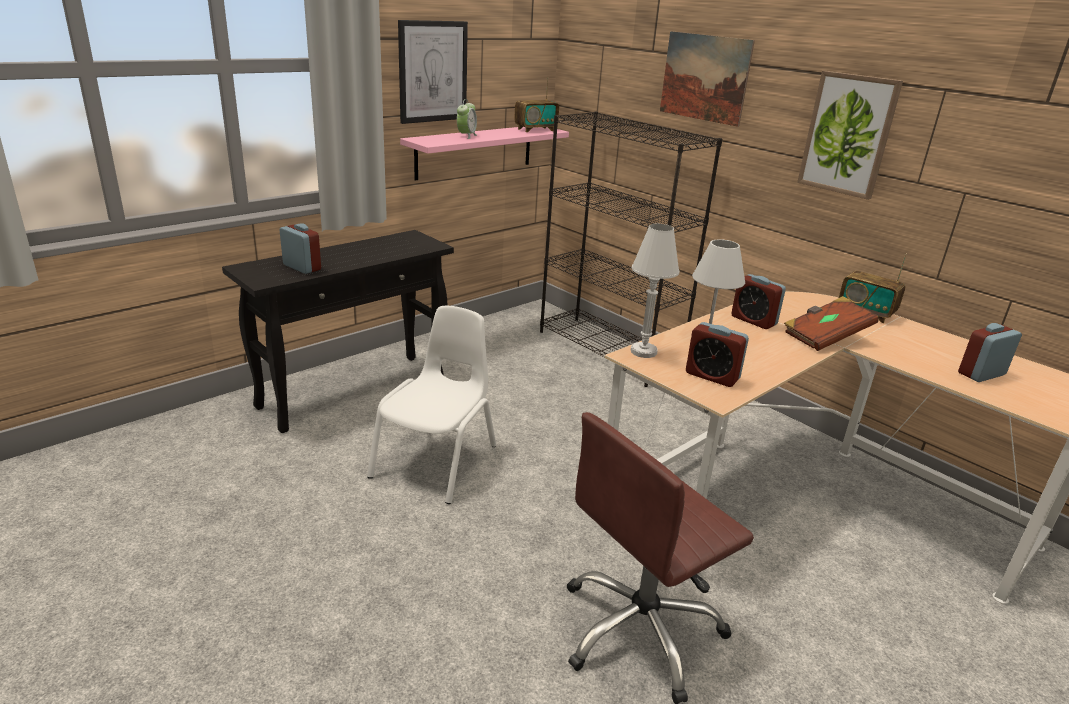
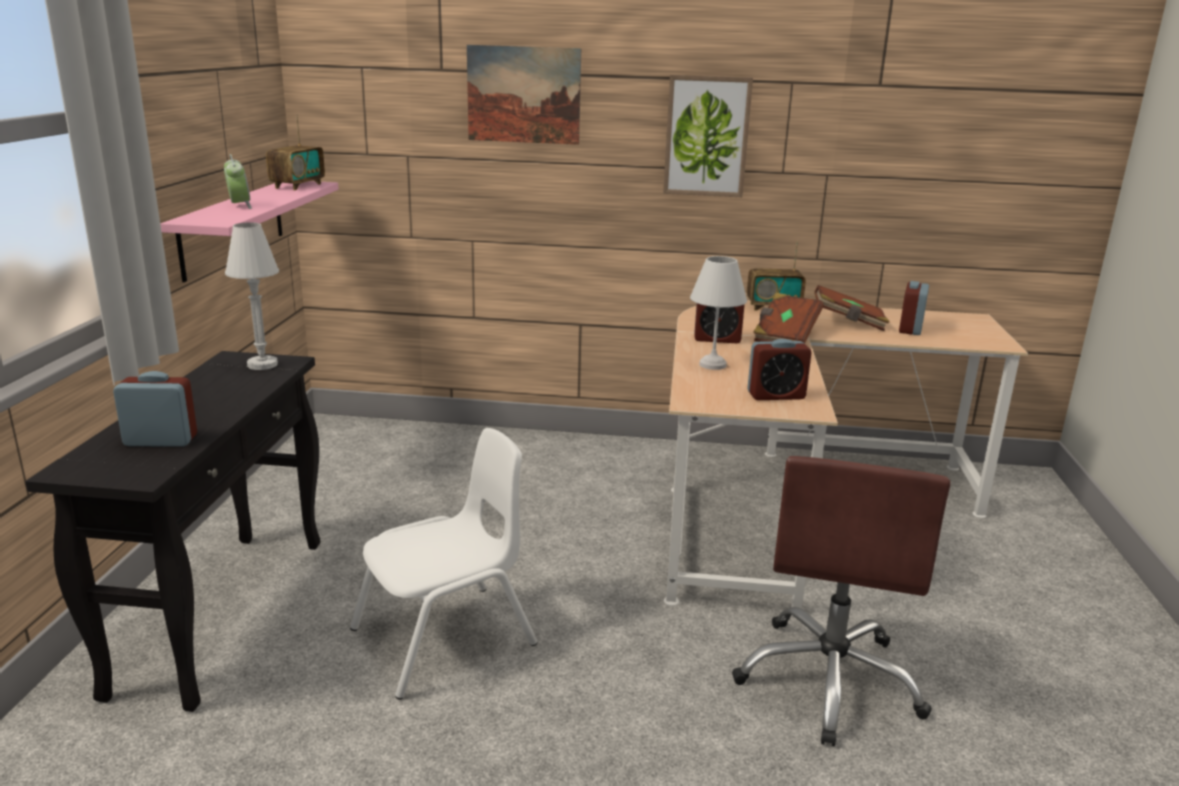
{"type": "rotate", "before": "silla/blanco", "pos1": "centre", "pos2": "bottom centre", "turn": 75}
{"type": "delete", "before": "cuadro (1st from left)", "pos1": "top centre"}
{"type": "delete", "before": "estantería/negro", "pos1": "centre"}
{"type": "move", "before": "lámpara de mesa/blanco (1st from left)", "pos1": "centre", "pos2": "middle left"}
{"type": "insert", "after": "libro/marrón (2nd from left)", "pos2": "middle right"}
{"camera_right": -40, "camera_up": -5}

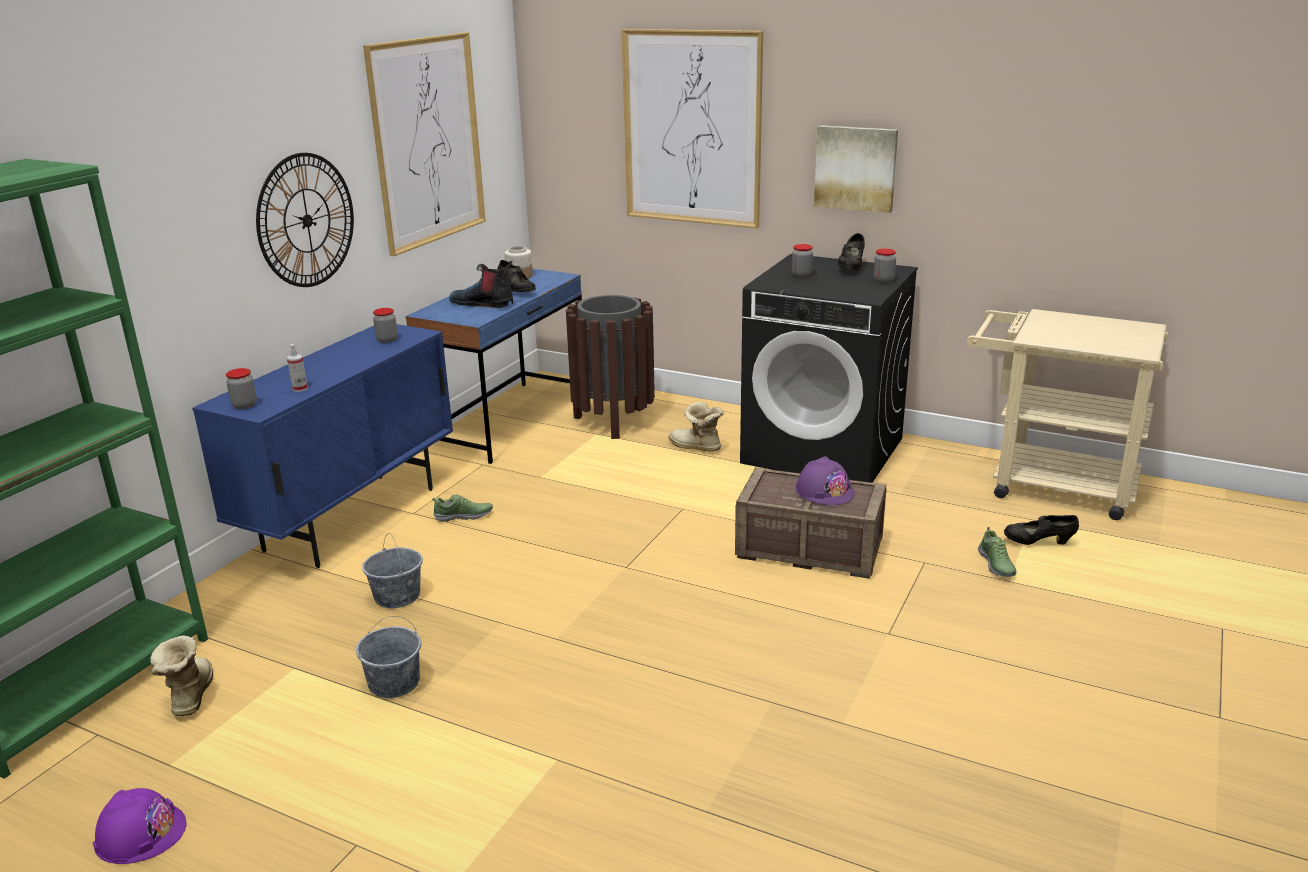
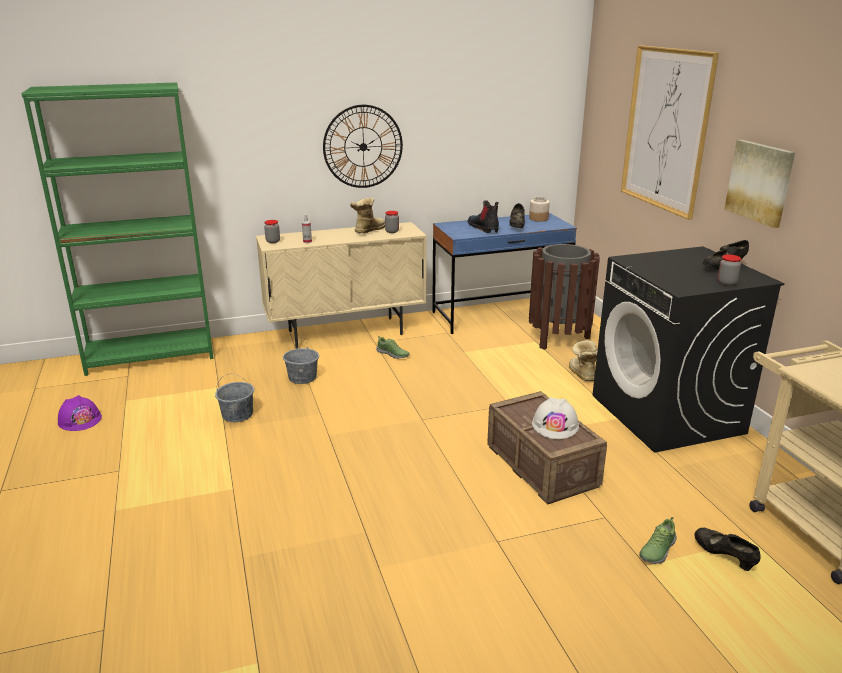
{"type": "move", "before": "bota (1st from left)", "pos1": "bottom left", "pos2": "top centre"}
{"type": "recolor", "before": "armario/azul", "after": "armario/beis", "pos1": "middle left", "pos2": "centre"}
{"type": "delete", "before": "cuadro (1st from left)", "pos1": "top left"}
{"type": "delete", "before": "tarro (4th from left)", "pos1": "top centre"}
{"type": "recolor", "before": "casco/morado (2nd from left)", "after": "casco/blanco", "pos1": "centre", "pos2": "centre"}
{"camera_right": 45, "camera_up": 0}

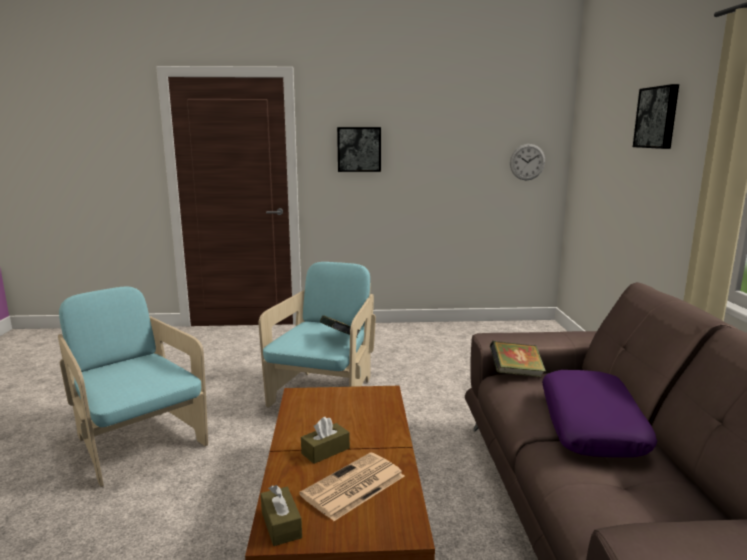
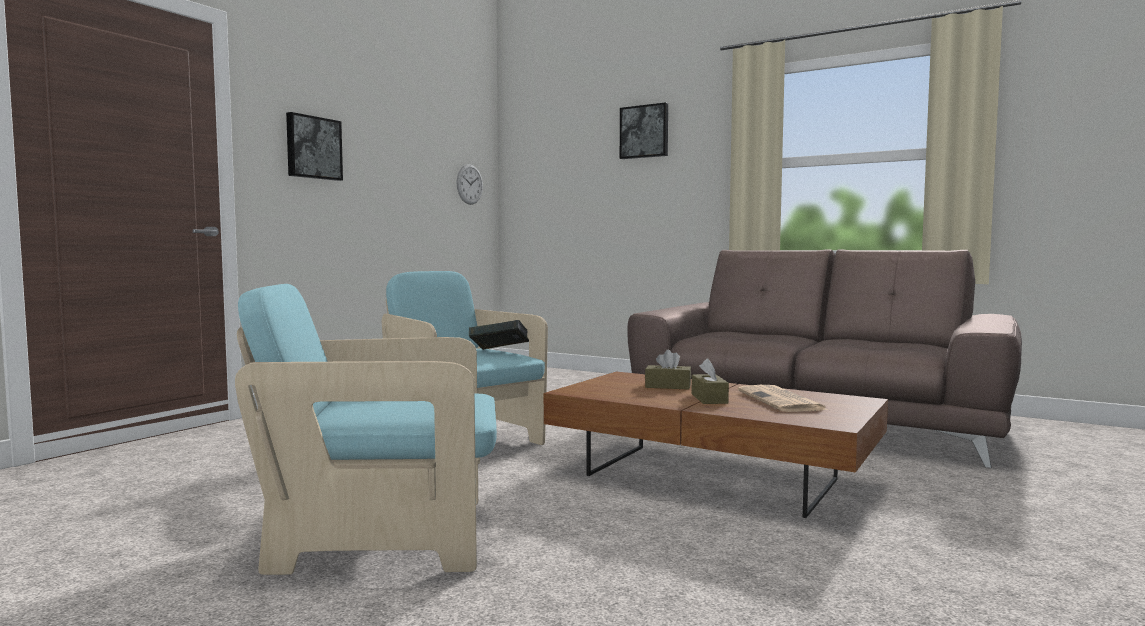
{"type": "move", "before": "caja de pañuelos/marrón (1st from left)", "pos1": "bottom centre", "pos2": "centre"}
{"type": "delete", "before": "libro (2nd from left)", "pos1": "middle right"}
{"type": "delete", "before": "cojín/morado", "pos1": "bottom right"}
{"camera_right": -55, "camera_up": -10}

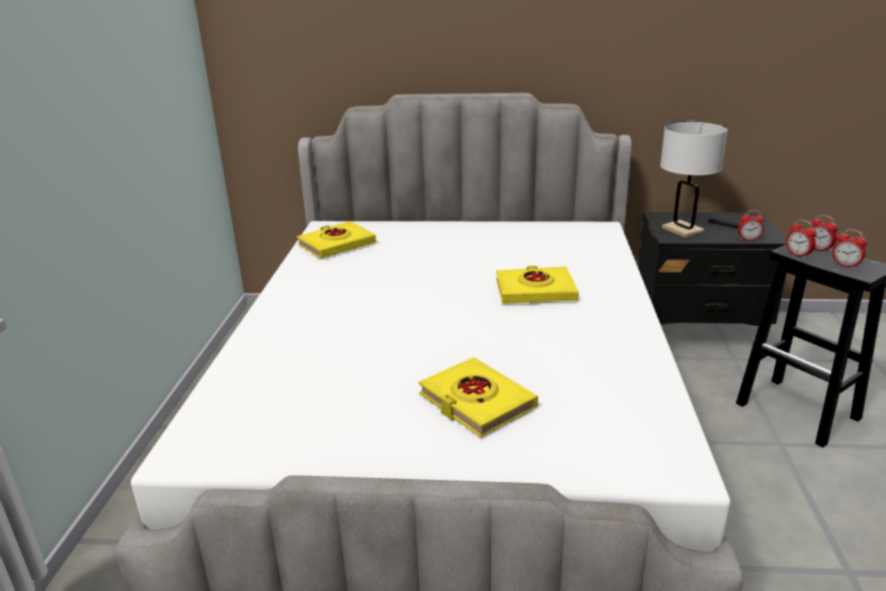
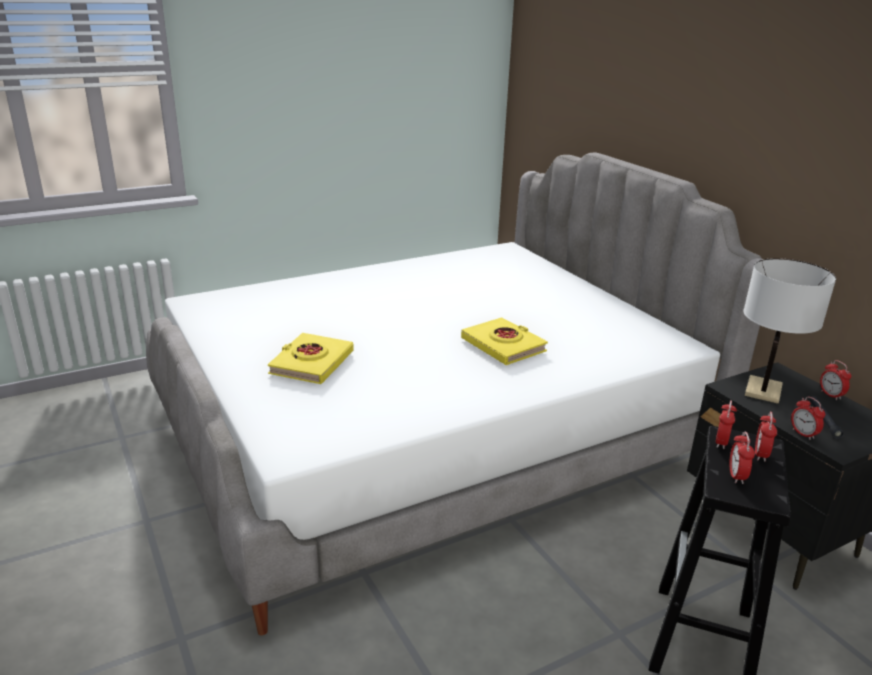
{"type": "delete", "before": "libro/amarillo (1st from left)", "pos1": "centre"}
{"type": "insert", "after": "despertador (5th from left)", "pos2": "middle right"}
{"camera_right": 55, "camera_up": 0}

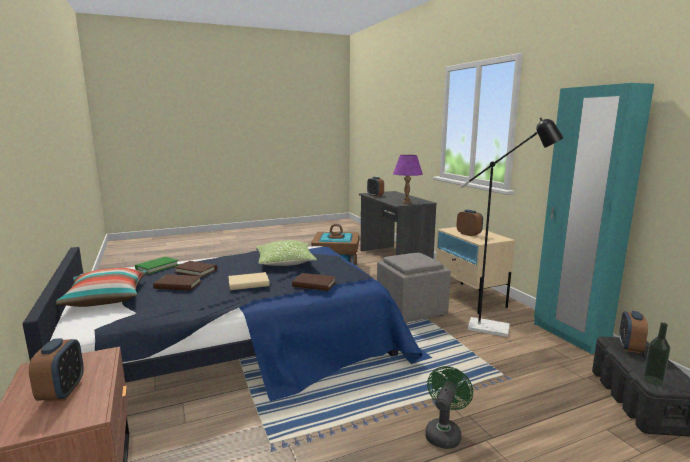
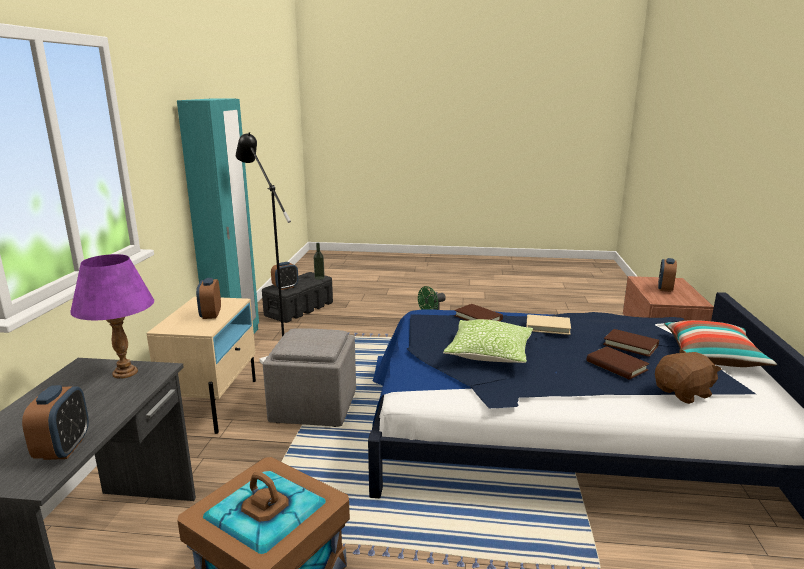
{"type": "replace", "before": "libro/verde", "after": "peluche/marrón", "pos1": "middle left", "pos2": "middle right"}
{"camera_right": -150, "camera_up": 5}

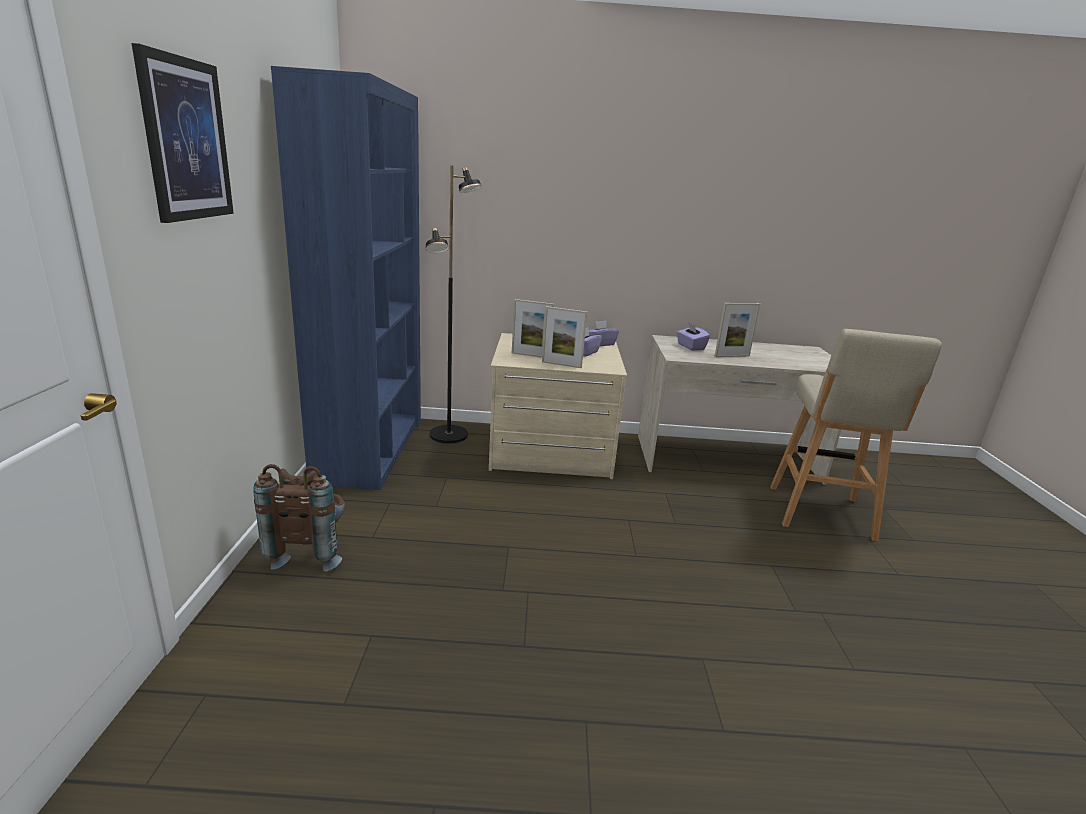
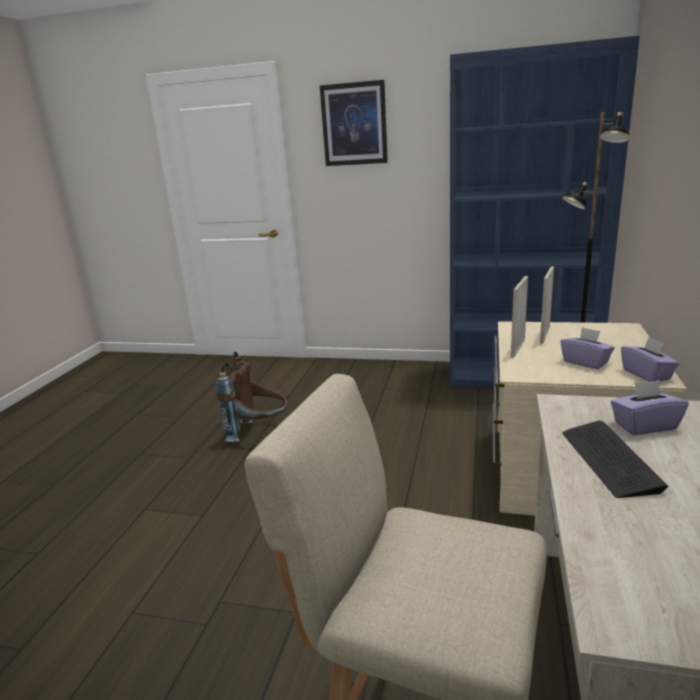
{"type": "move", "before": "mochila/marrón", "pos1": "middle left", "pos2": "centre"}
{"type": "replace", "before": "portarretratos (3rd from left)", "after": "teclado", "pos1": "middle right", "pos2": "middle right"}
{"camera_right": 105, "camera_up": 0}

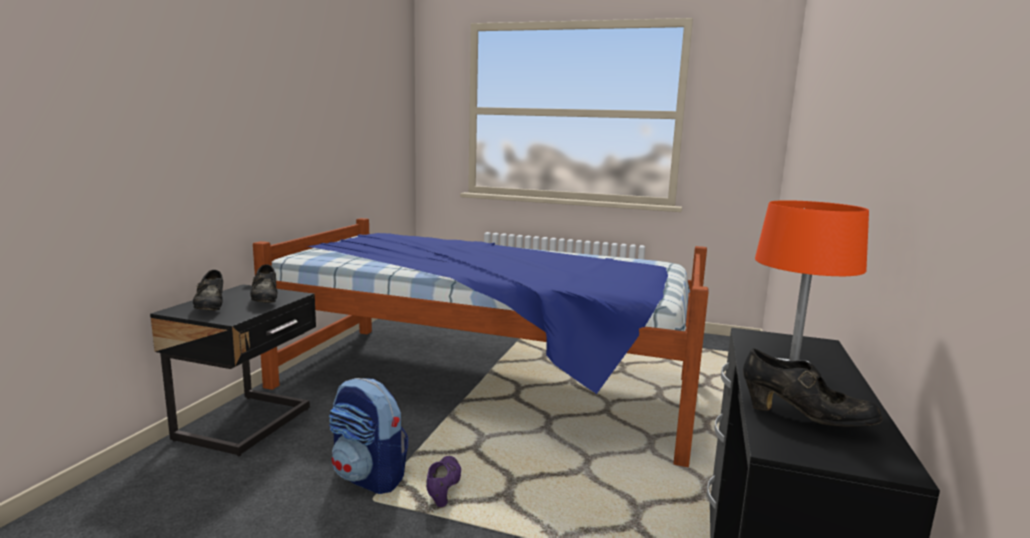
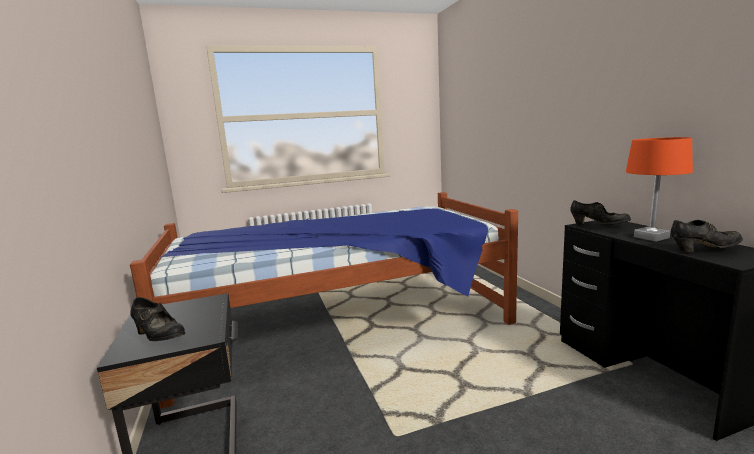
{"type": "move", "before": "zapato/negro (2nd from left)", "pos1": "middle left", "pos2": "middle right"}
{"type": "delete", "before": "mochila", "pos1": "bottom centre"}
{"type": "delete", "before": "zapato/morado", "pos1": "bottom centre"}
{"camera_right": -35, "camera_up": 0}

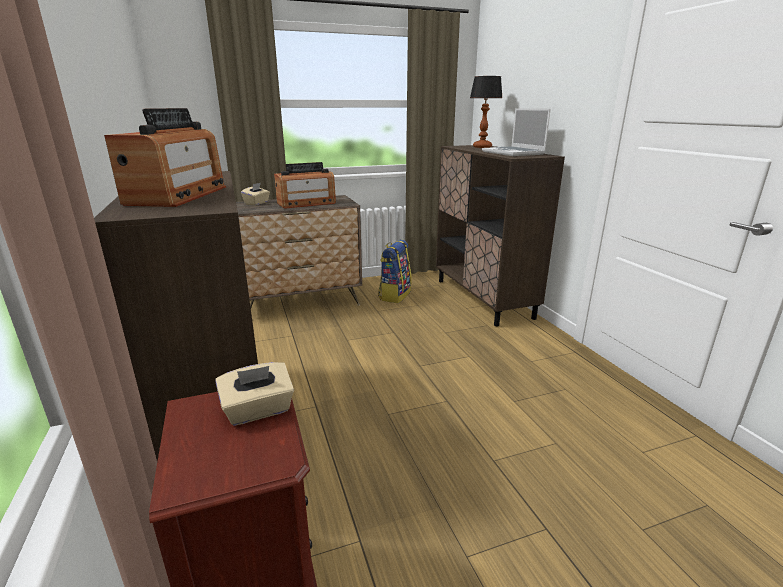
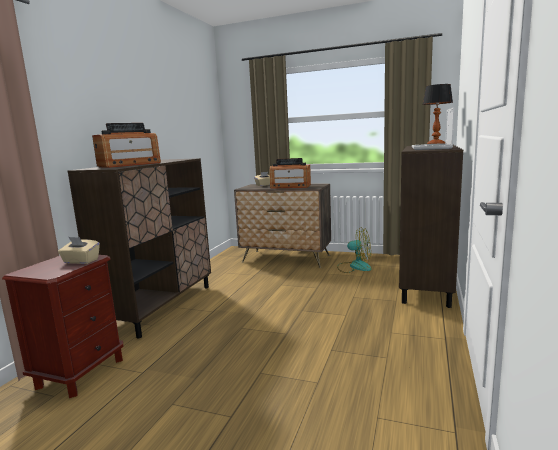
{"type": "replace", "before": "mochila", "after": "ventilador", "pos1": "centre", "pos2": "centre"}
{"camera_right": 40, "camera_up": -10}

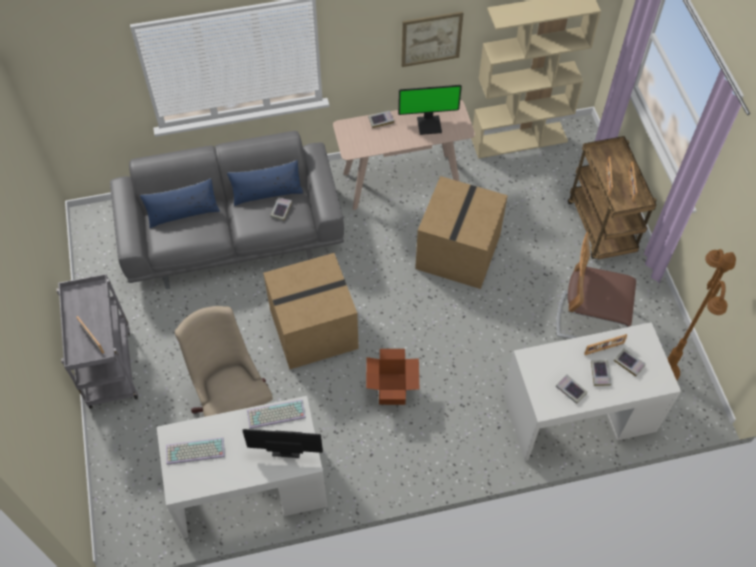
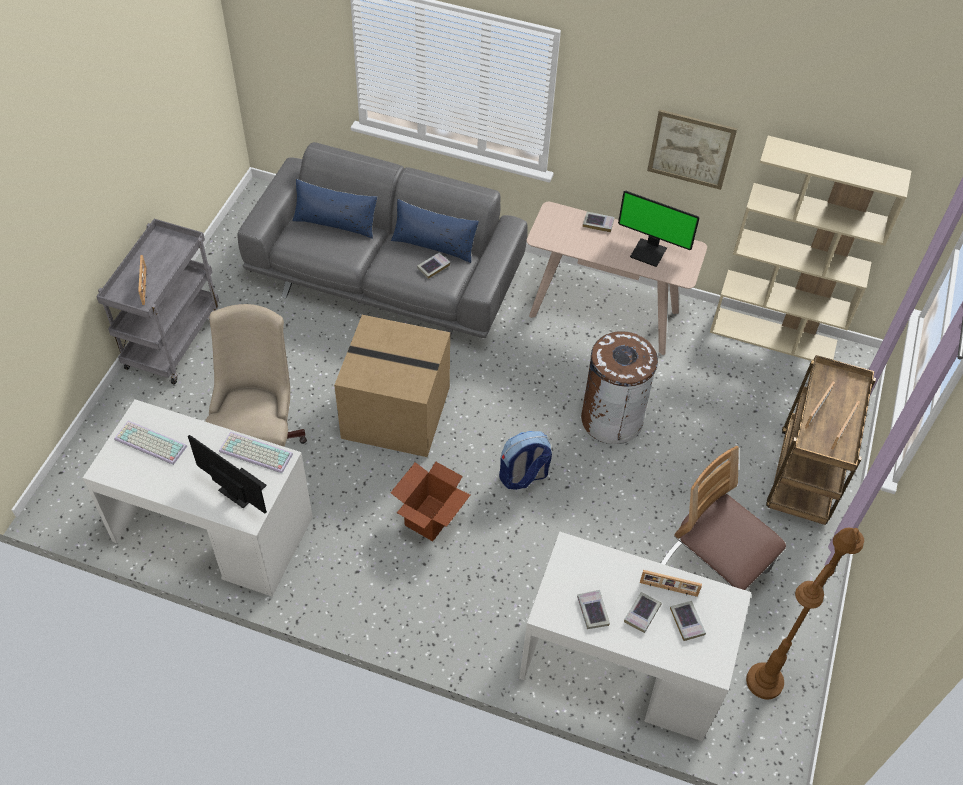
{"type": "replace", "before": "caja de cartón (3rd from left)", "after": "papelera/marrón", "pos1": "centre", "pos2": "centre"}
{"type": "insert", "after": "mochila", "pos2": "centre"}
{"camera_right": 30, "camera_up": -5}

